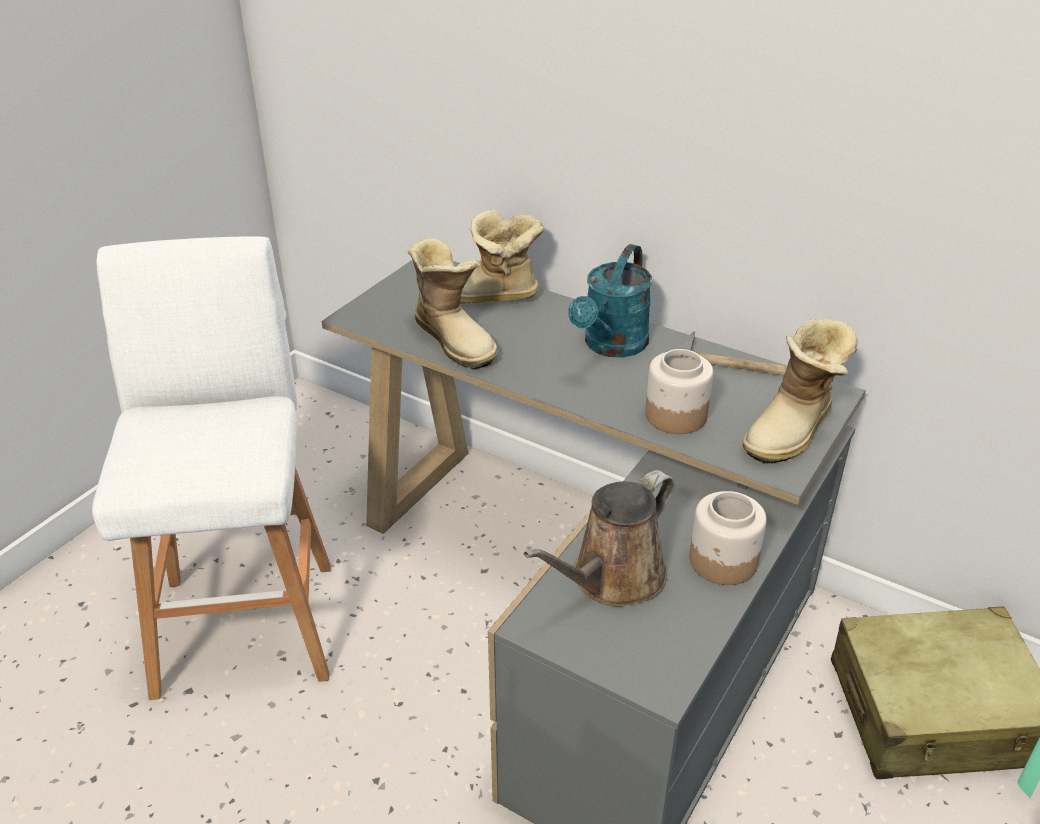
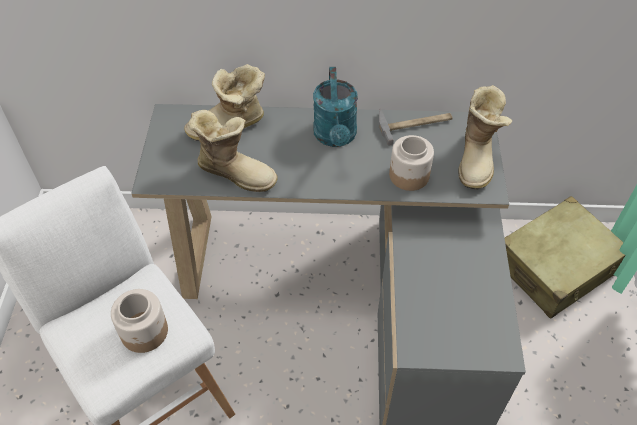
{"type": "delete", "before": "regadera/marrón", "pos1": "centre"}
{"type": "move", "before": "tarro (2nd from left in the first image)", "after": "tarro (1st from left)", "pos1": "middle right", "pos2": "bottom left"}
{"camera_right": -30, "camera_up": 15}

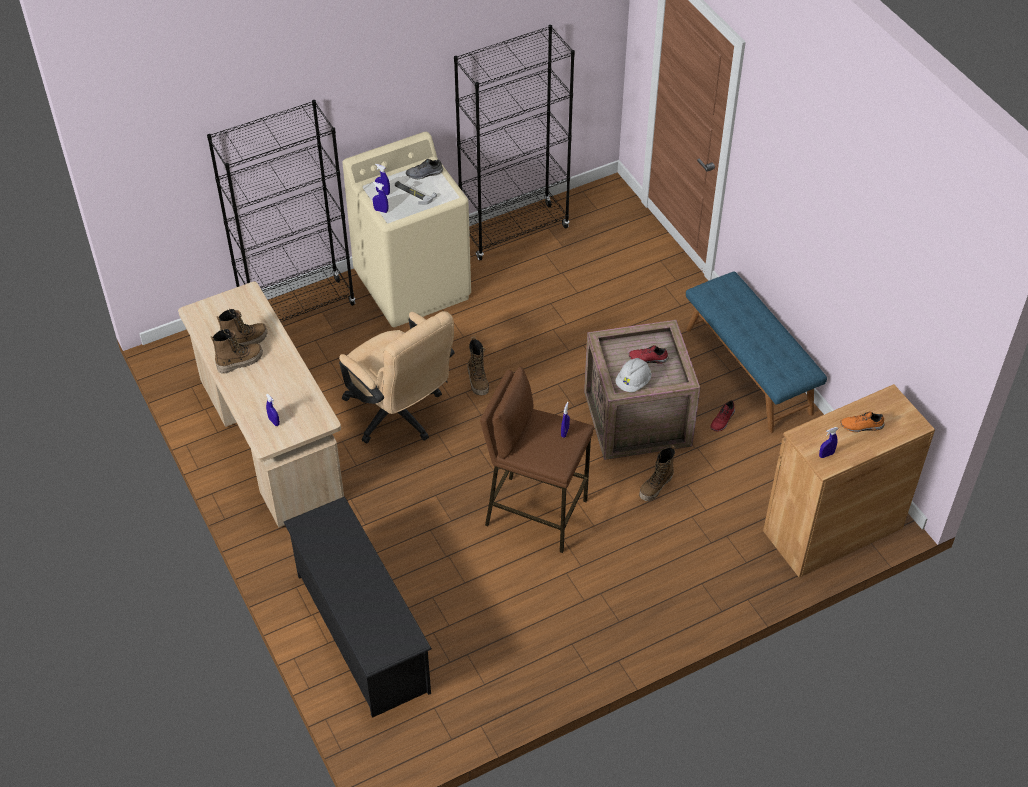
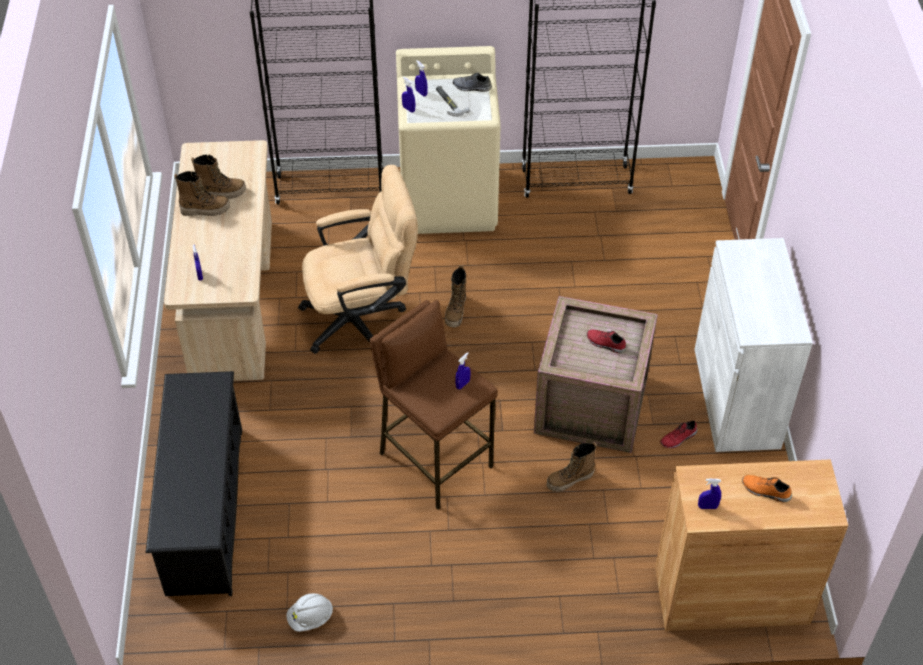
{"type": "rotate", "before": "silla de oficina/beis", "pos1": "centre", "pos2": "centre", "turn": -90}
{"type": "move", "before": "casco/blanco", "pos1": "centre", "pos2": "bottom centre"}
{"type": "replace", "before": "banco/azul", "after": "armario/blanco", "pos1": "middle right", "pos2": "middle right"}
{"camera_right": 25, "camera_up": 0}

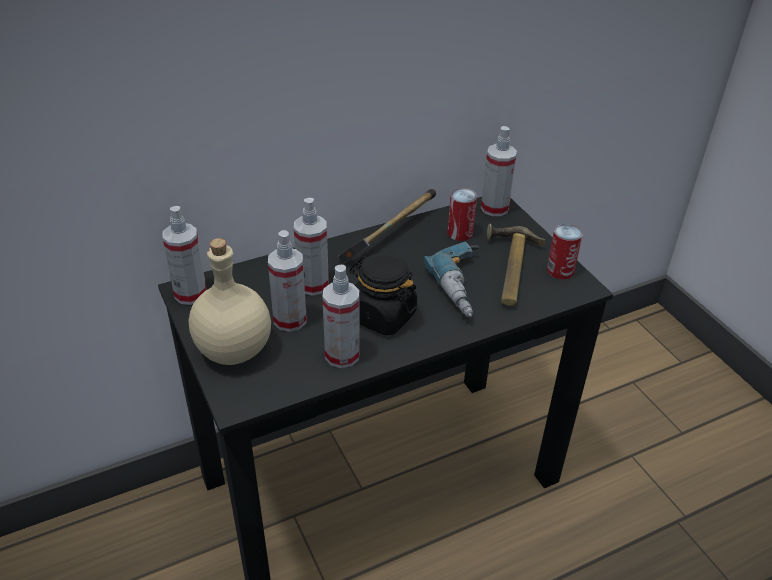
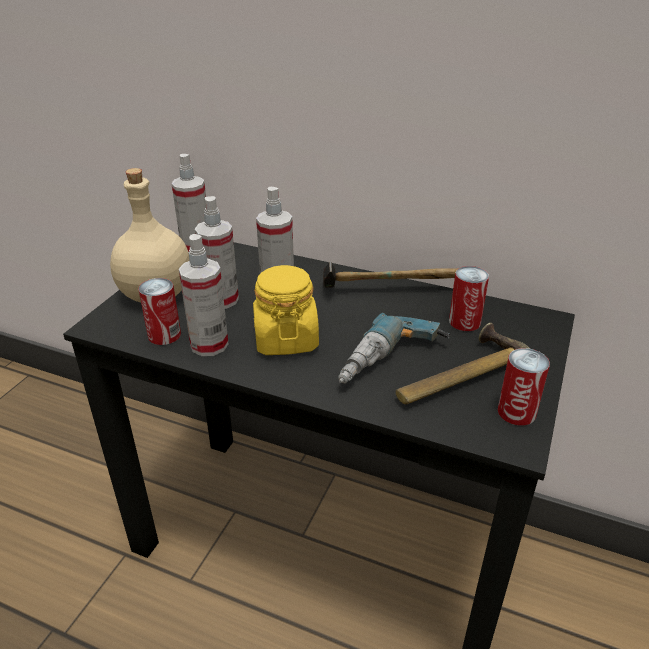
{"type": "recolor", "before": "tarro/negro", "after": "tarro/amarillo", "pos1": "centre", "pos2": "centre"}
{"type": "delete", "before": "pulverizador (5th from left)", "pos1": "top centre"}
{"type": "insert", "after": "lata (1st from left)", "pos2": "middle left"}
{"camera_right": 50, "camera_up": -5}

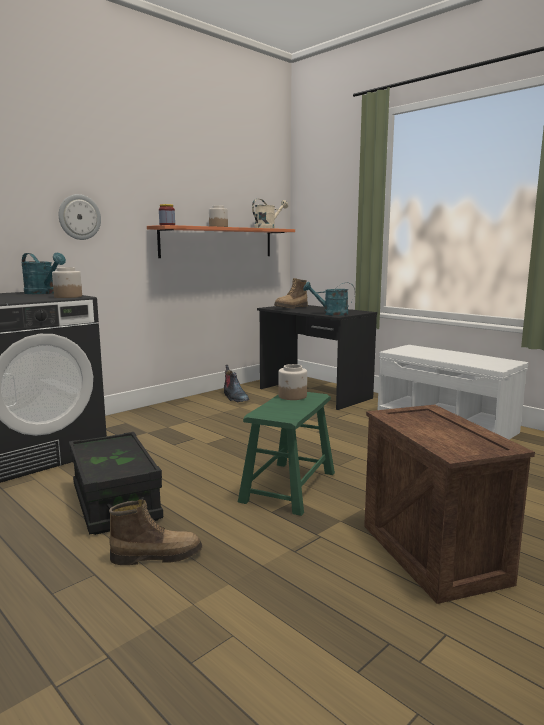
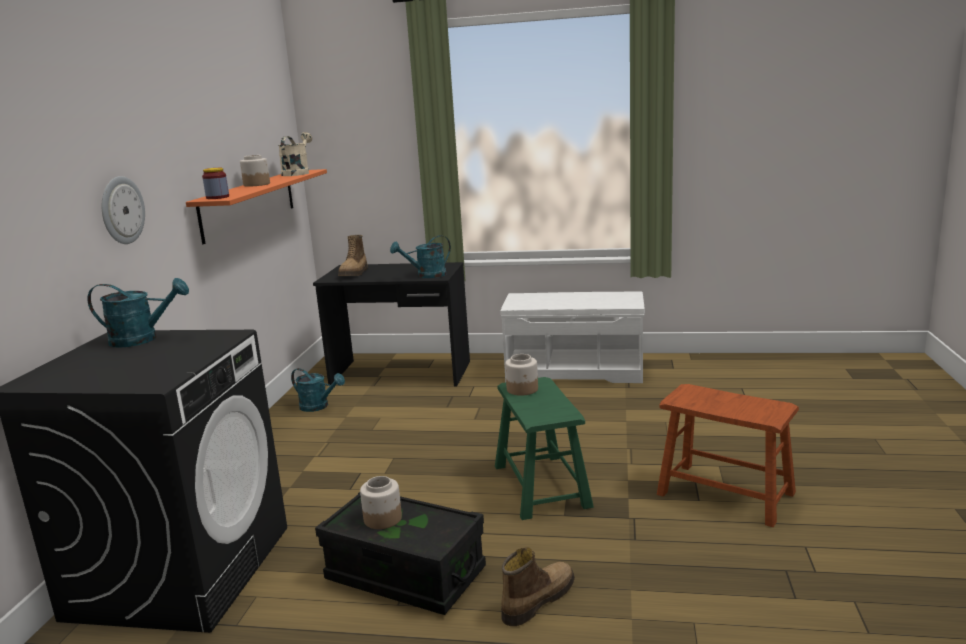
{"type": "move", "before": "tarro (1st from left in the first image)", "after": "tarro (3rd from left)", "pos1": "middle left", "pos2": "bottom centre"}
{"type": "replace", "before": "bota (2nd from left)", "after": "regadera/turquesa (2nd from left)", "pos1": "centre", "pos2": "middle left"}
{"type": "replace", "before": "caja de embalaje", "after": "taburete/marrón", "pos1": "bottom right", "pos2": "bottom right"}
{"camera_right": -35, "camera_up": 5}

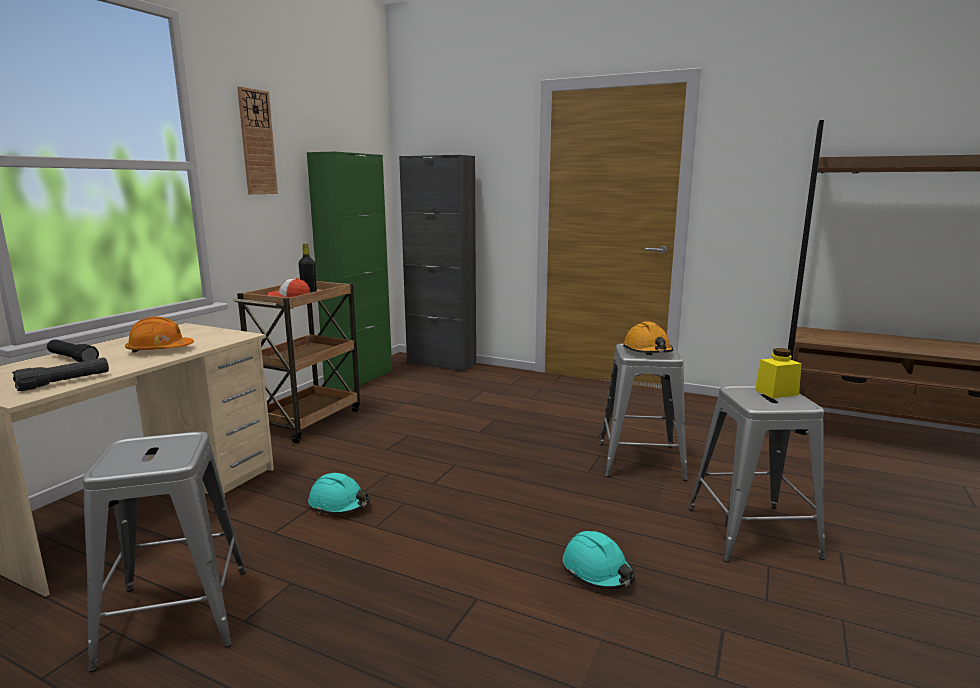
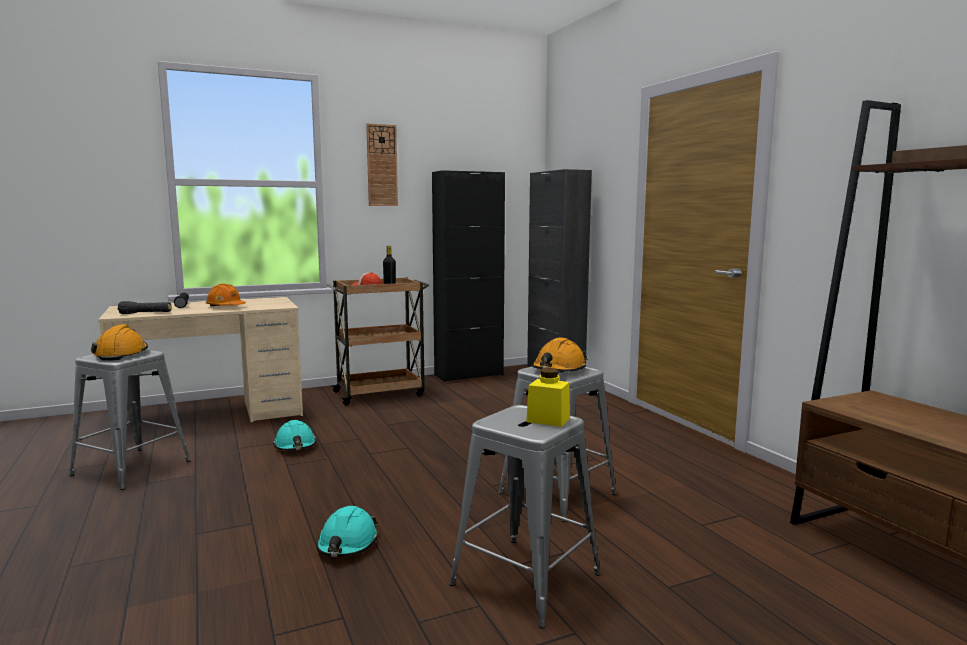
{"type": "recolor", "before": "armario/verde", "after": "armario/negro (1st from left)", "pos1": "centre", "pos2": "centre"}
{"type": "insert", "after": "casco/naranja (1st from left)", "pos2": "middle left"}
{"camera_right": 40, "camera_up": -5}

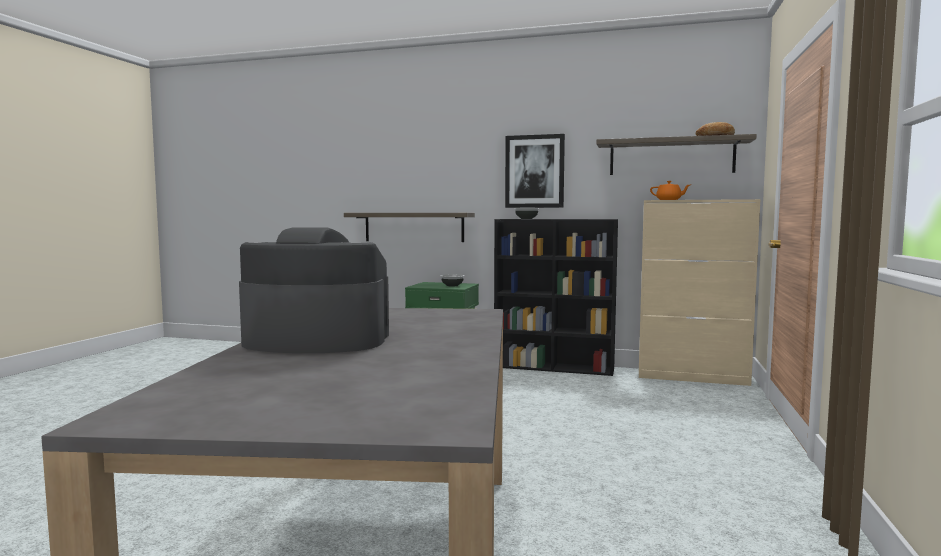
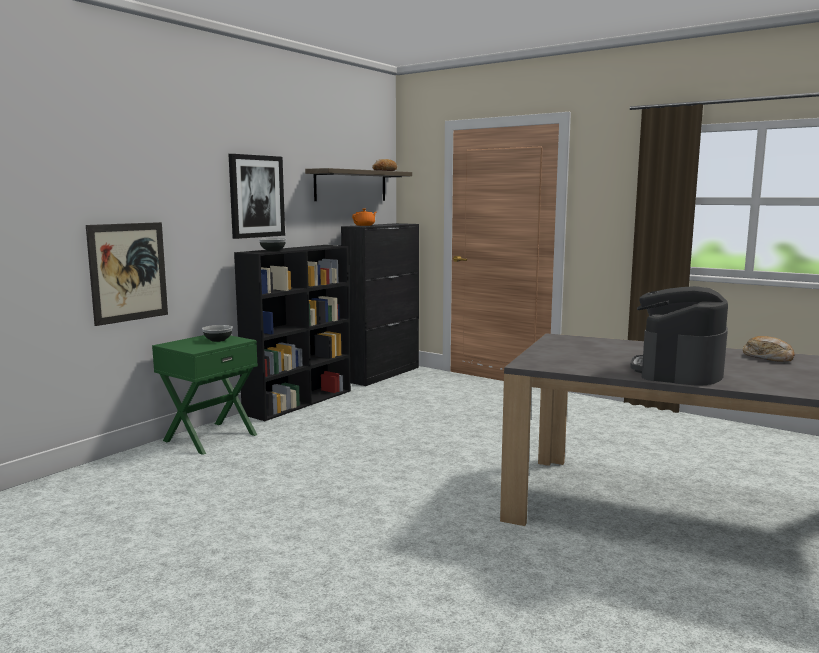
{"type": "replace", "before": "estante (1st from left)", "after": "cuadro (1st from left)", "pos1": "centre", "pos2": "middle left"}
{"type": "recolor", "before": "armario/beis", "after": "armario/negro", "pos1": "middle right", "pos2": "centre"}
{"type": "insert", "after": "pan (2nd from left)", "pos2": "middle right"}
{"camera_right": -70, "camera_up": 5}

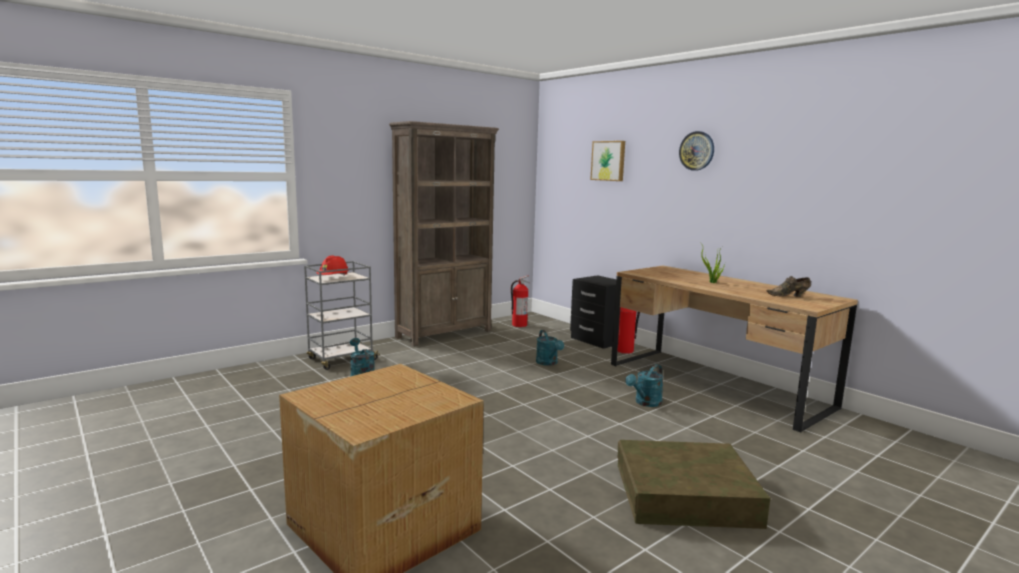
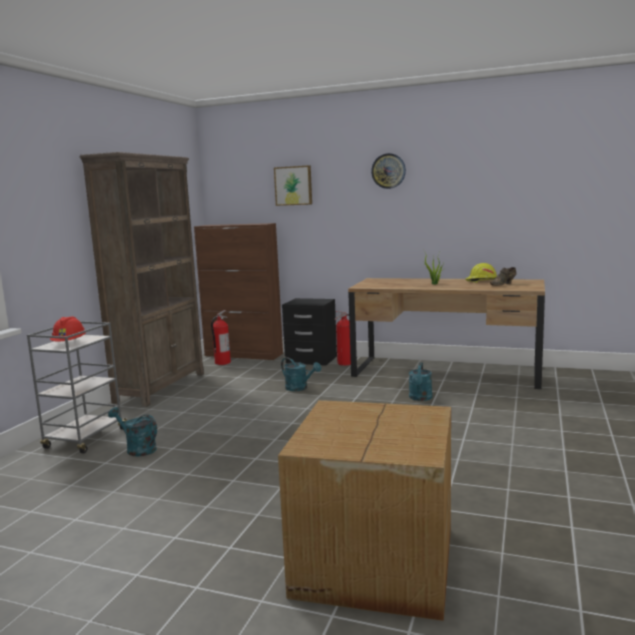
{"type": "delete", "before": "caja de almacenaje/marrón", "pos1": "bottom right"}
{"type": "insert", "after": "armario/marrón", "pos2": "centre"}
{"type": "insert", "after": "casco/amarillo", "pos2": "middle right"}
{"camera_right": -30, "camera_up": 0}

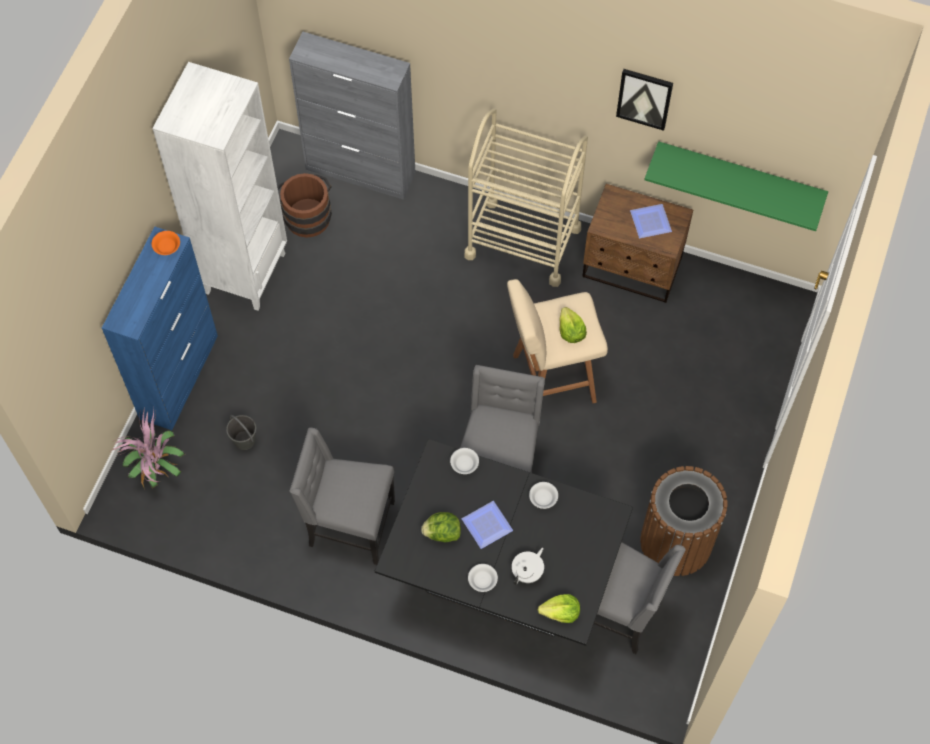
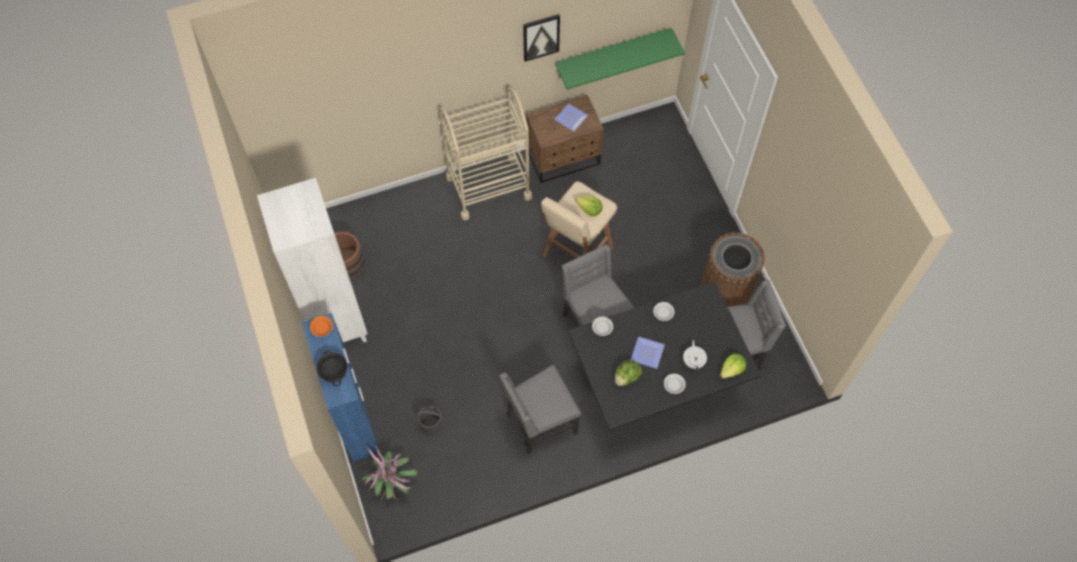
{"type": "delete", "before": "armario/gris", "pos1": "top centre"}
{"type": "insert", "after": "cuenco/negro", "pos2": "middle left"}
{"camera_right": -40, "camera_up": 0}

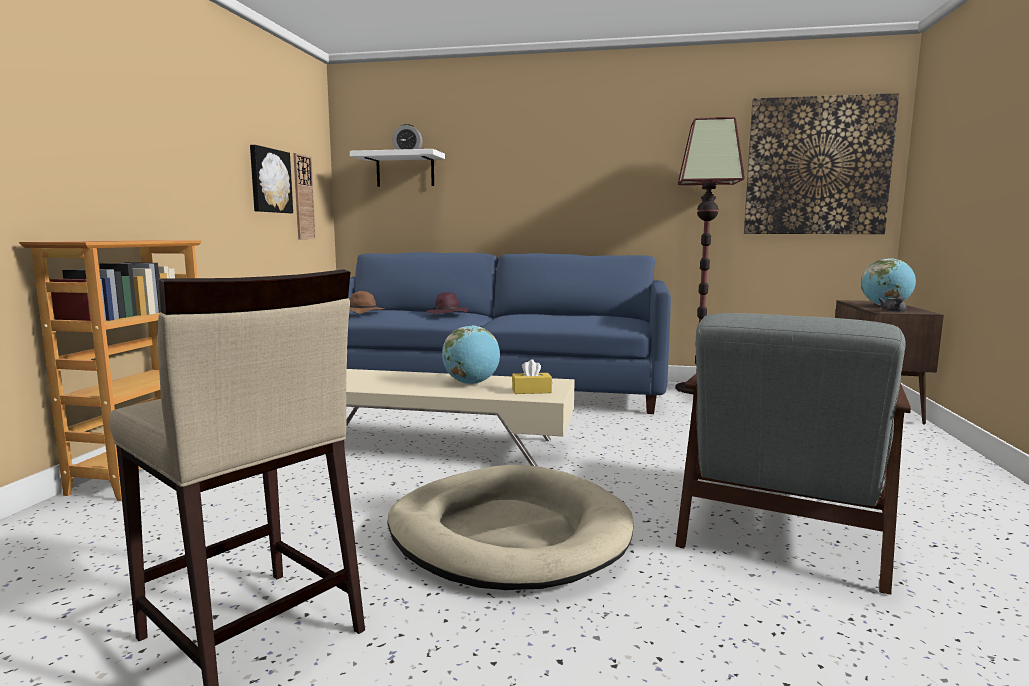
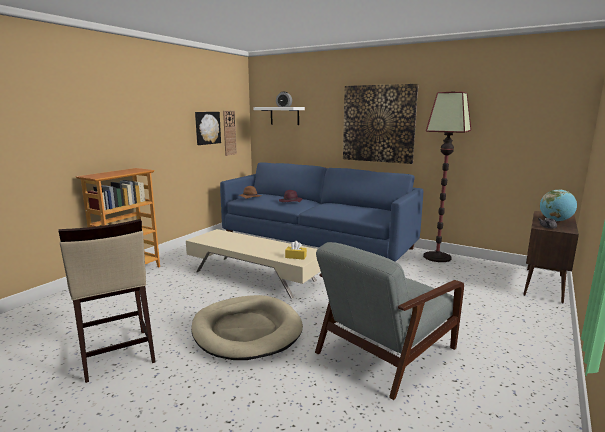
{"type": "delete", "before": "globo terráqueo (1st from left)", "pos1": "centre"}
{"type": "move", "before": "cuadro (2nd from left)", "pos1": "top right", "pos2": "top centre"}
{"camera_right": 20, "camera_up": 5}

